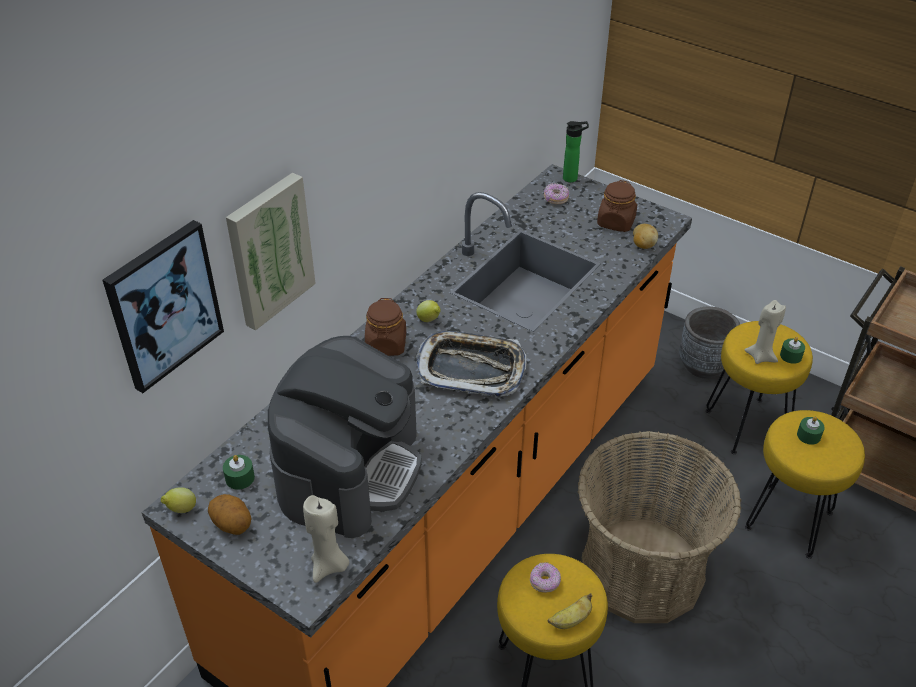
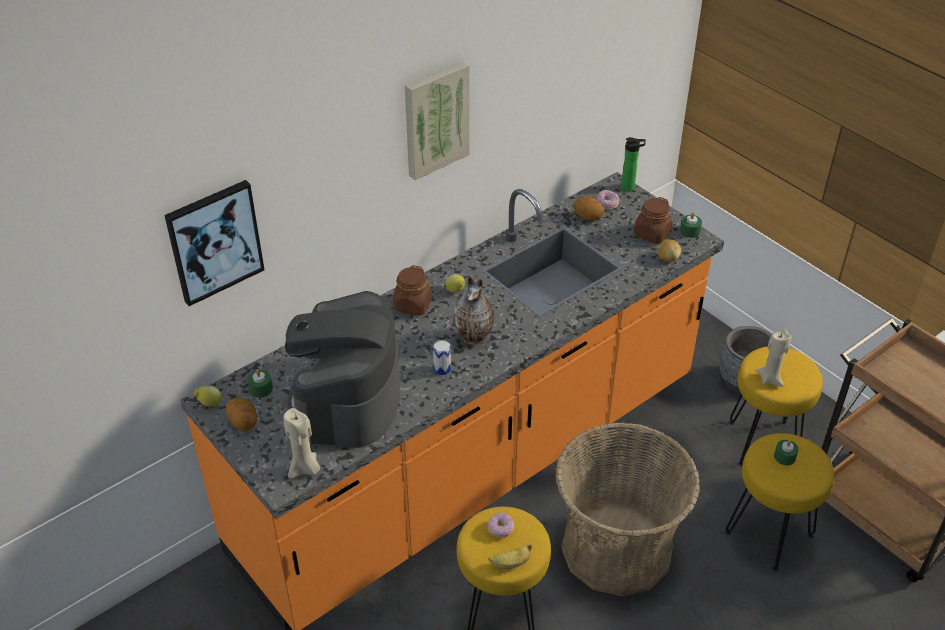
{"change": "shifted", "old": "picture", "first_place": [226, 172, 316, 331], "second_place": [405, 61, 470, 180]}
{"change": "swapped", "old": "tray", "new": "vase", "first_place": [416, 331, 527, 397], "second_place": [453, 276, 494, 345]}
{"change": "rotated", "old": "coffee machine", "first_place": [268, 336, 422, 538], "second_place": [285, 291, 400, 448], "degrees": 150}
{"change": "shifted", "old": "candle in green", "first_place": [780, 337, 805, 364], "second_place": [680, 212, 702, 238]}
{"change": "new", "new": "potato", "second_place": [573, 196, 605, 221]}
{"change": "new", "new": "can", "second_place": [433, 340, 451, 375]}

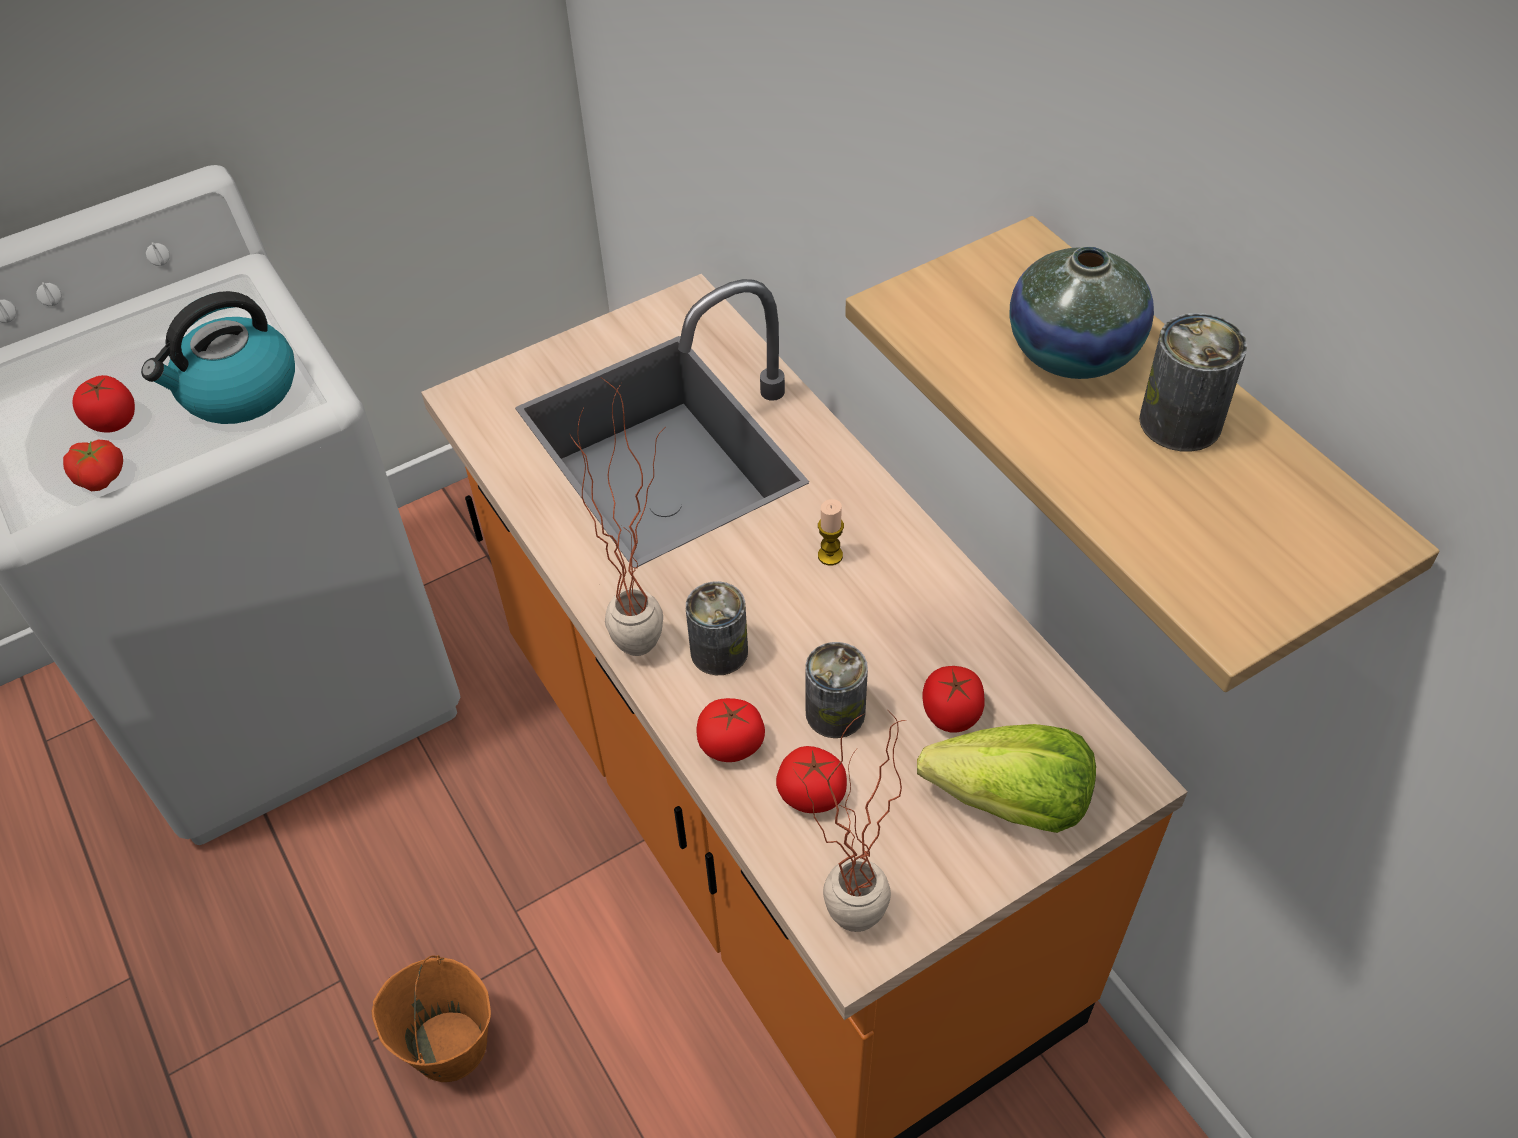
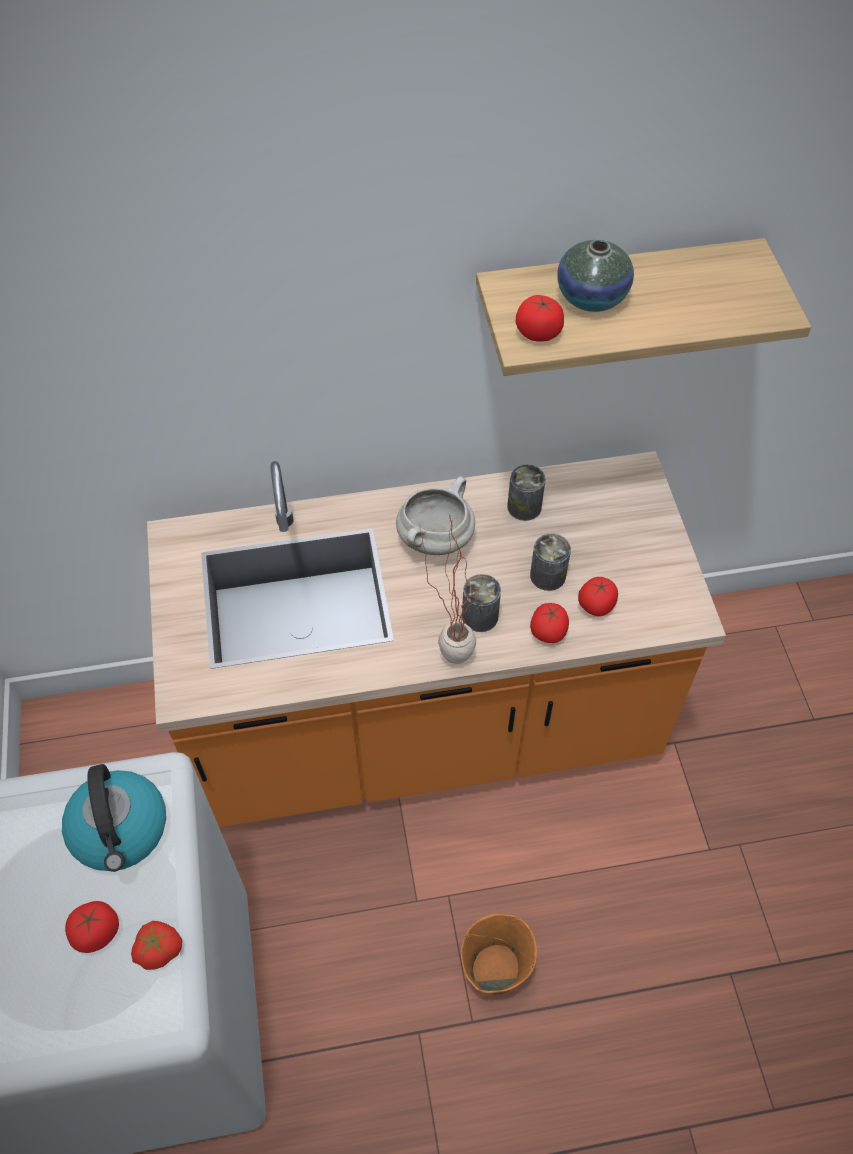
{"change": "shifted", "old": "can", "first_place": [1139, 313, 1247, 452], "second_place": [507, 465, 546, 521]}
{"change": "swapped", "old": "candle", "new": "cooking pot in white", "first_place": [818, 499, 844, 565], "second_place": [396, 476, 475, 555]}
{"change": "shifted", "old": "tomato", "first_place": [923, 666, 985, 733], "second_place": [516, 295, 564, 342]}
{"change": "gone", "old": "potted plant", "first_place": [792, 711, 906, 932]}
{"change": "gone", "old": "lettuce", "first_place": [917, 724, 1096, 833]}

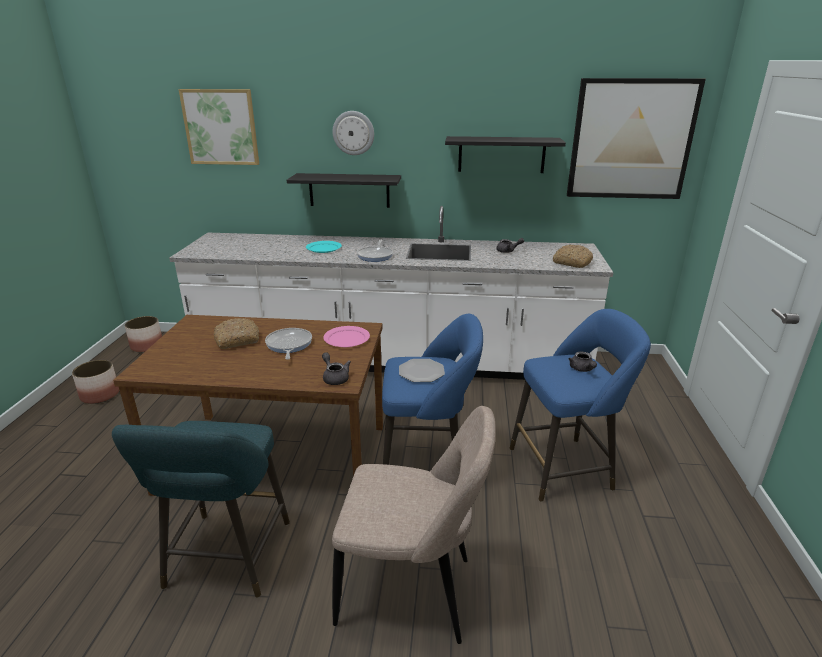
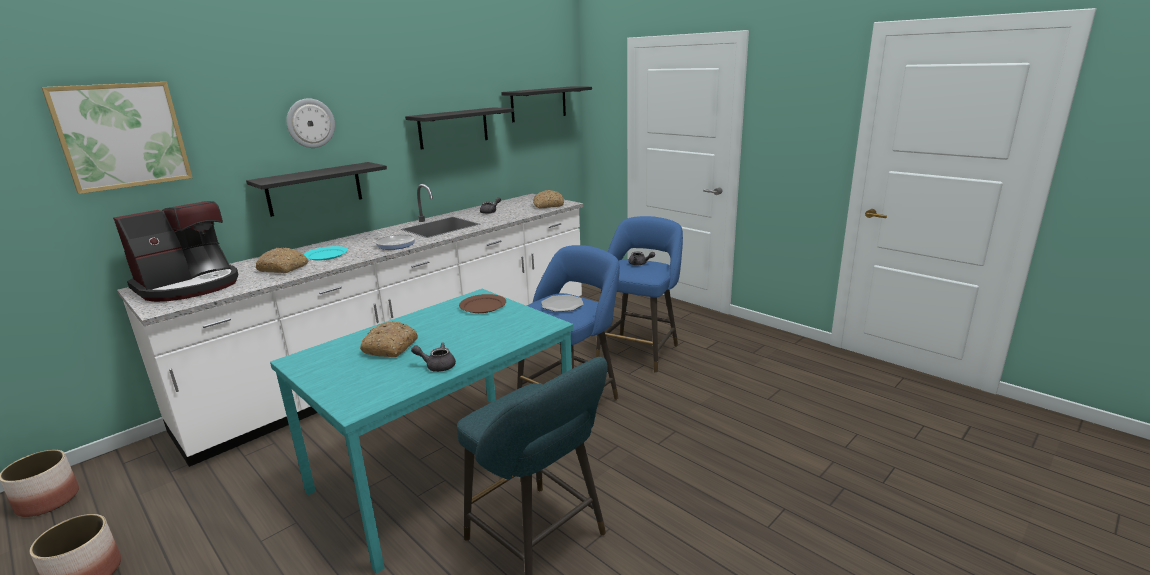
{"change": "swapped", "old": "picture", "new": "shelf in black", "first_place": [567, 78, 706, 199], "second_place": [501, 86, 592, 122]}
{"change": "repainted", "old": "dining table in brown", "new": "dining table in turquoise", "first_place": [113, 315, 383, 496], "second_place": [270, 289, 573, 574]}
{"change": "repainted", "old": "plate in pink", "new": "plate in brown", "first_place": [323, 326, 370, 347], "second_place": [459, 294, 506, 313]}
{"change": "gone", "old": "frying pan", "first_place": [265, 328, 312, 360]}
{"change": "shifted", "old": "teapot in grey", "first_place": [322, 352, 351, 385], "second_place": [411, 342, 456, 372]}
{"change": "gone", "old": "chair in beige", "first_place": [332, 406, 496, 644]}
{"change": "new", "new": "coffee machine", "second_place": [113, 201, 239, 302]}
{"change": "new", "new": "bread", "second_place": [255, 248, 309, 273]}

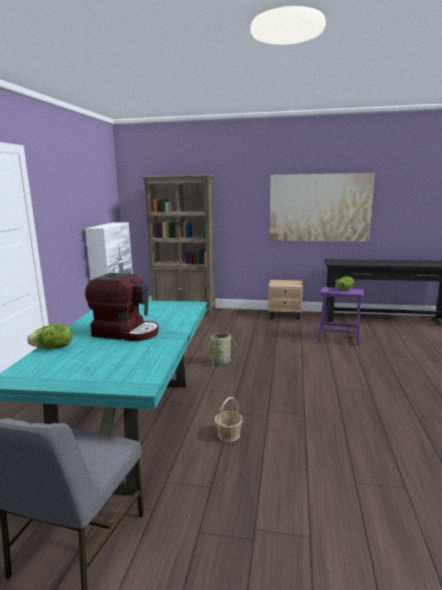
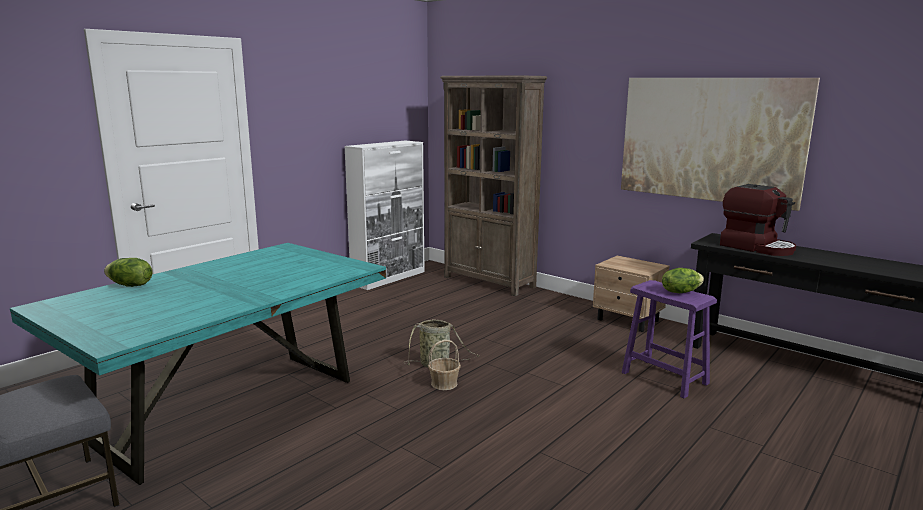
{"change": "shifted", "old": "coffee machine", "first_place": [85, 273, 159, 341], "second_place": [720, 184, 796, 256]}
{"change": "shifted", "old": "basket", "first_place": [215, 397, 243, 442], "second_place": [428, 340, 461, 390]}

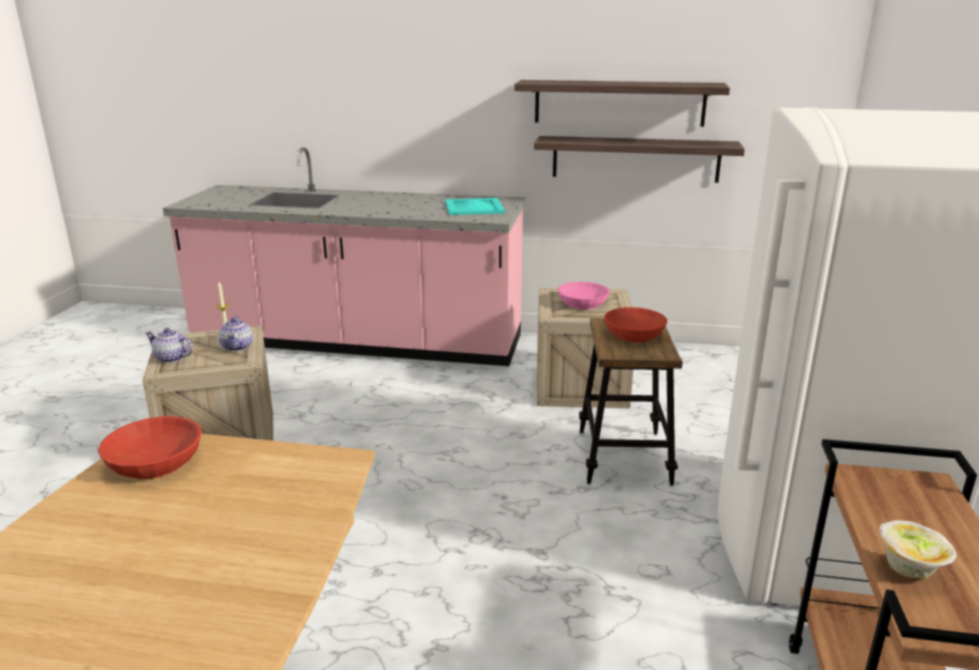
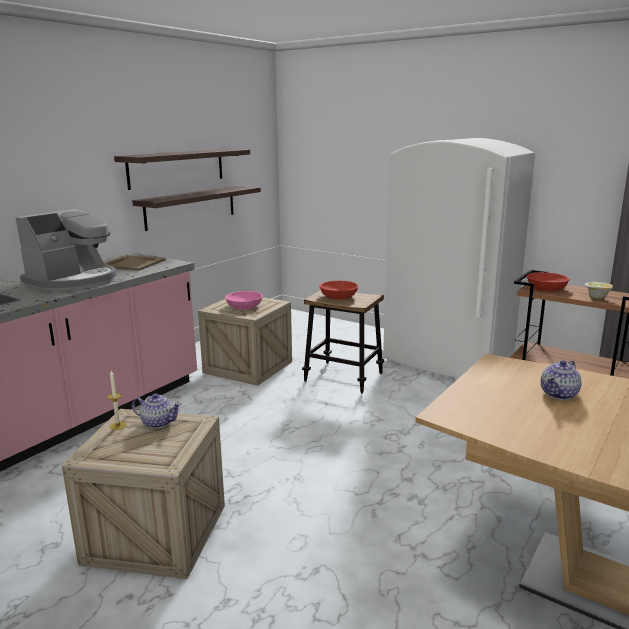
{"change": "repainted", "old": "tray in turquoise", "new": "tray in beige", "first_place": [445, 198, 505, 215], "second_place": [105, 255, 166, 271]}
{"change": "shifted", "old": "teapot", "first_place": [145, 328, 193, 363], "second_place": [541, 360, 582, 400]}
{"change": "shifted", "old": "bowl in red", "first_place": [98, 416, 202, 479], "second_place": [527, 272, 570, 292]}
{"change": "new", "new": "coffee machine", "second_place": [15, 209, 117, 292]}

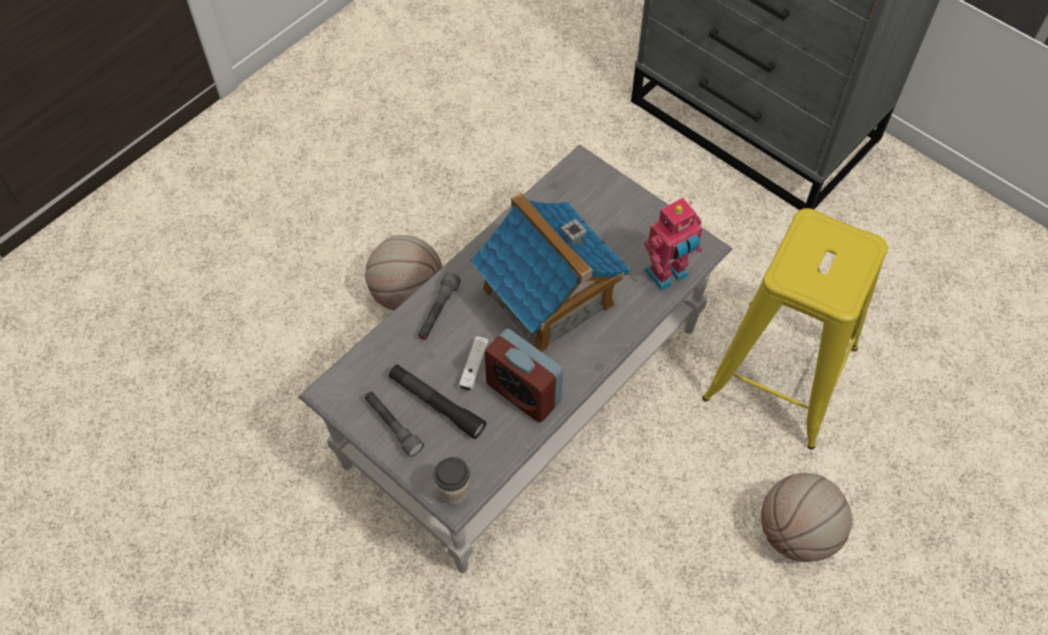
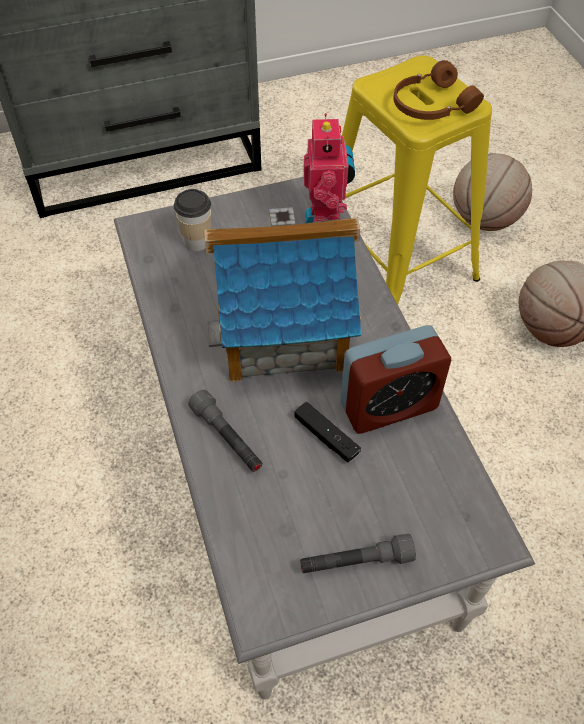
{"change": "shifted", "old": "basketball", "first_place": [365, 235, 442, 311], "second_place": [453, 153, 532, 231]}
{"change": "repainted", "old": "game controller in white", "new": "game controller in black", "first_place": [459, 336, 489, 391], "second_place": [294, 402, 361, 463]}
{"change": "gone", "old": "flashlight in black", "first_place": [389, 364, 486, 439]}
{"change": "shifted", "old": "cup", "first_place": [434, 457, 470, 505], "second_place": [174, 189, 211, 251]}
{"change": "new", "new": "headphones in brown", "second_place": [393, 60, 484, 120]}

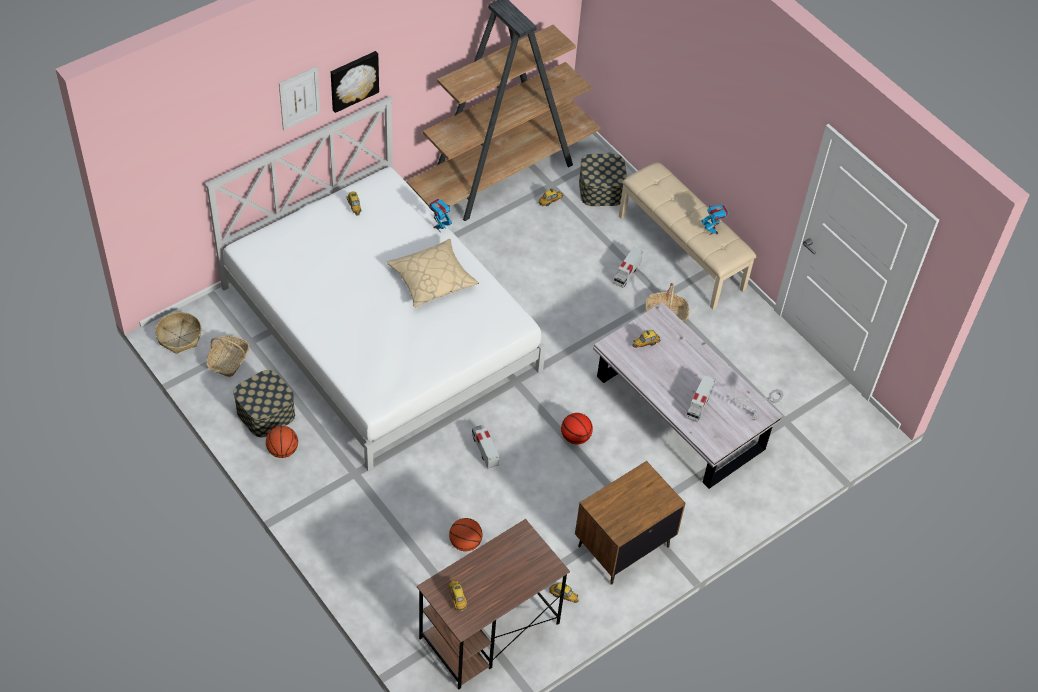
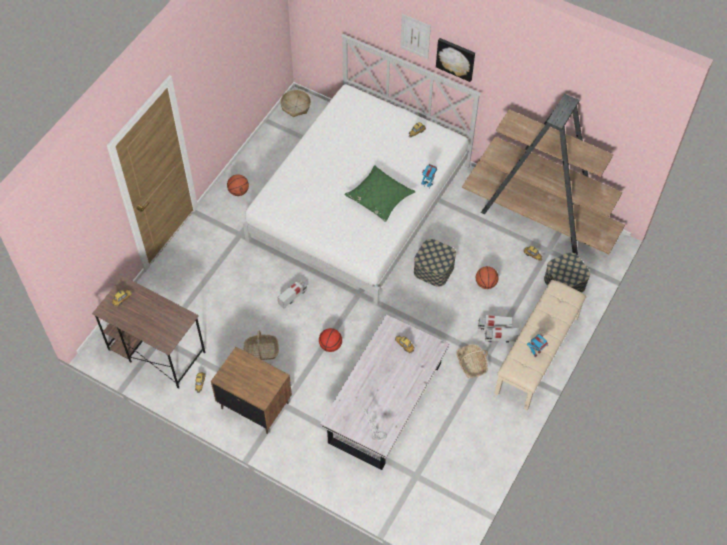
{"change": "repainted", "old": "pillow in beige", "new": "pillow in green", "first_place": [386, 239, 479, 308], "second_place": [344, 165, 416, 222]}
{"change": "shifted", "old": "basket", "first_place": [207, 335, 249, 377], "second_place": [244, 331, 279, 360]}
{"change": "shifted", "old": "storage box", "first_place": [233, 370, 295, 437], "second_place": [414, 239, 456, 287]}
{"change": "shifted", "old": "toy truck", "first_place": [686, 375, 715, 422], "second_place": [485, 327, 519, 343]}
{"change": "shifted", "old": "basketball", "first_place": [449, 518, 483, 552], "second_place": [476, 266, 499, 289]}

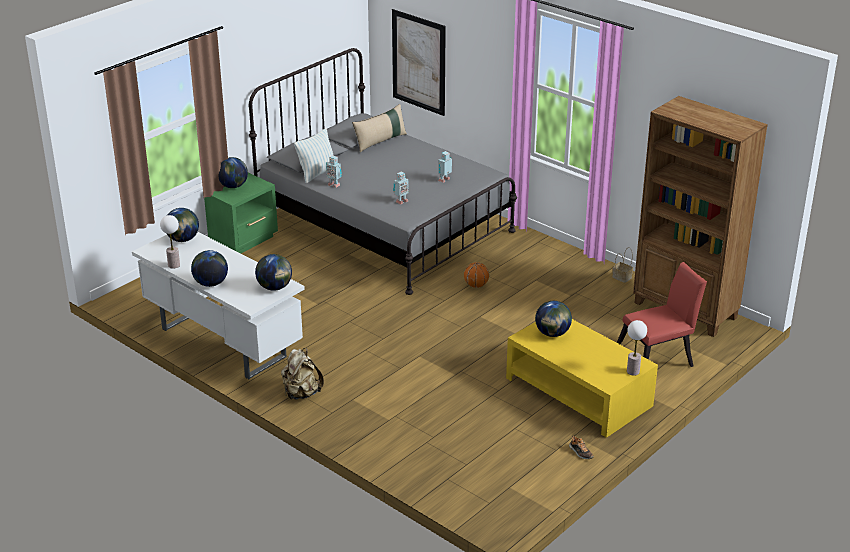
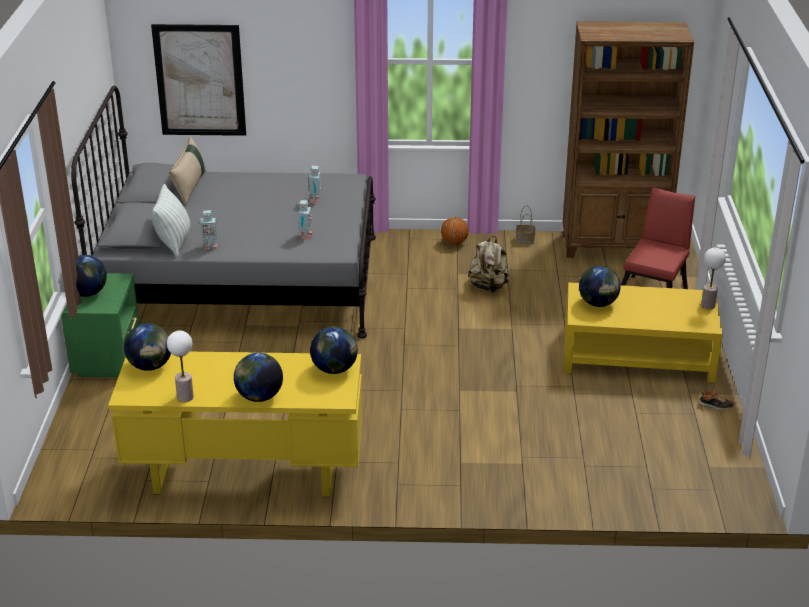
{"change": "repainted", "old": "desk in white", "new": "desk in yellow", "first_place": [132, 232, 305, 379], "second_place": [108, 352, 362, 497]}
{"change": "shifted", "old": "basketball", "first_place": [464, 262, 489, 288], "second_place": [441, 217, 469, 245]}
{"change": "shifted", "old": "backpack in beige", "first_place": [281, 348, 324, 399], "second_place": [468, 236, 510, 293]}

